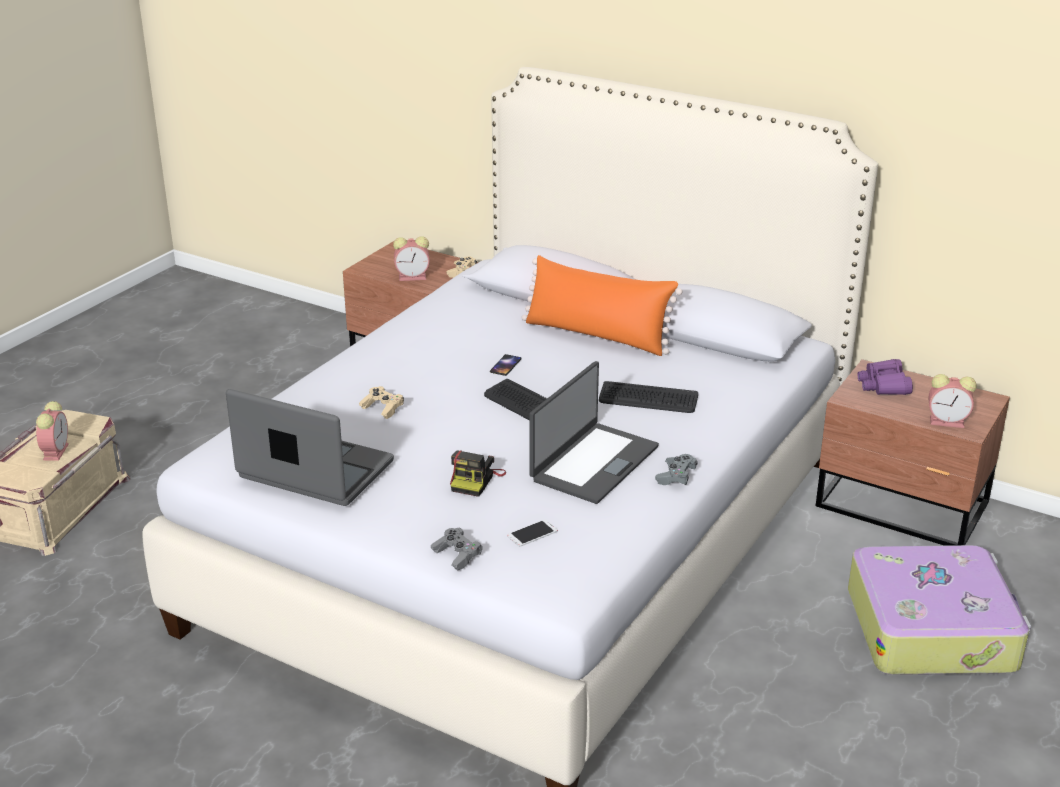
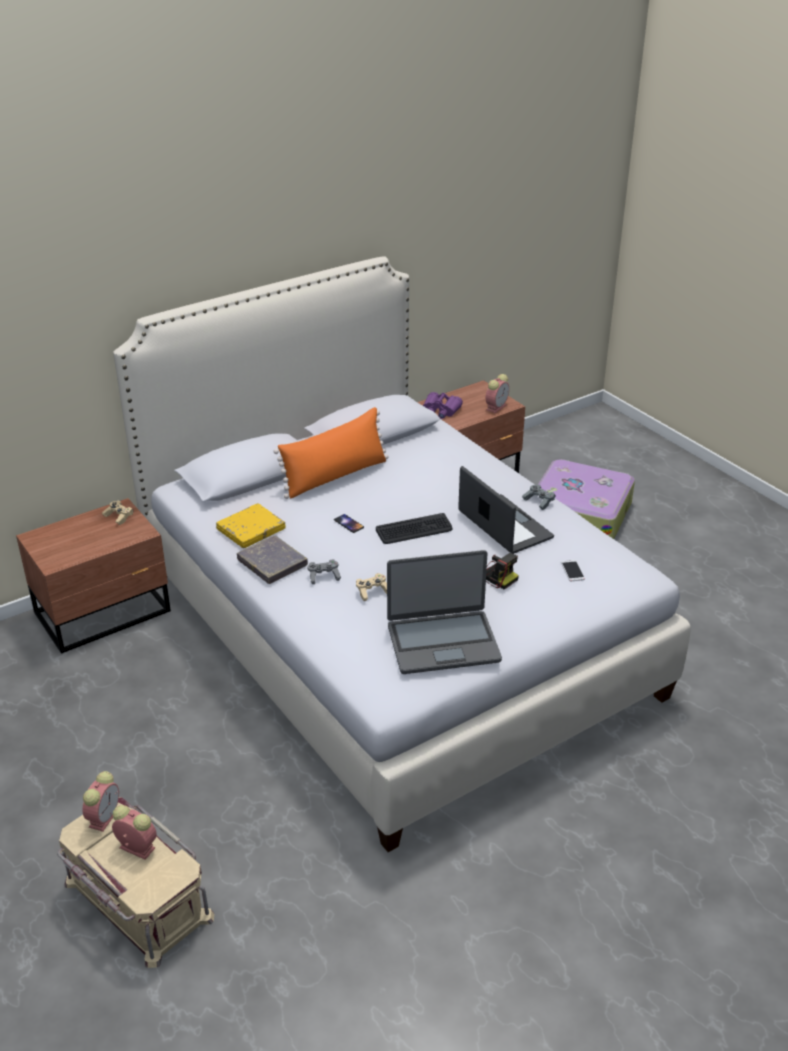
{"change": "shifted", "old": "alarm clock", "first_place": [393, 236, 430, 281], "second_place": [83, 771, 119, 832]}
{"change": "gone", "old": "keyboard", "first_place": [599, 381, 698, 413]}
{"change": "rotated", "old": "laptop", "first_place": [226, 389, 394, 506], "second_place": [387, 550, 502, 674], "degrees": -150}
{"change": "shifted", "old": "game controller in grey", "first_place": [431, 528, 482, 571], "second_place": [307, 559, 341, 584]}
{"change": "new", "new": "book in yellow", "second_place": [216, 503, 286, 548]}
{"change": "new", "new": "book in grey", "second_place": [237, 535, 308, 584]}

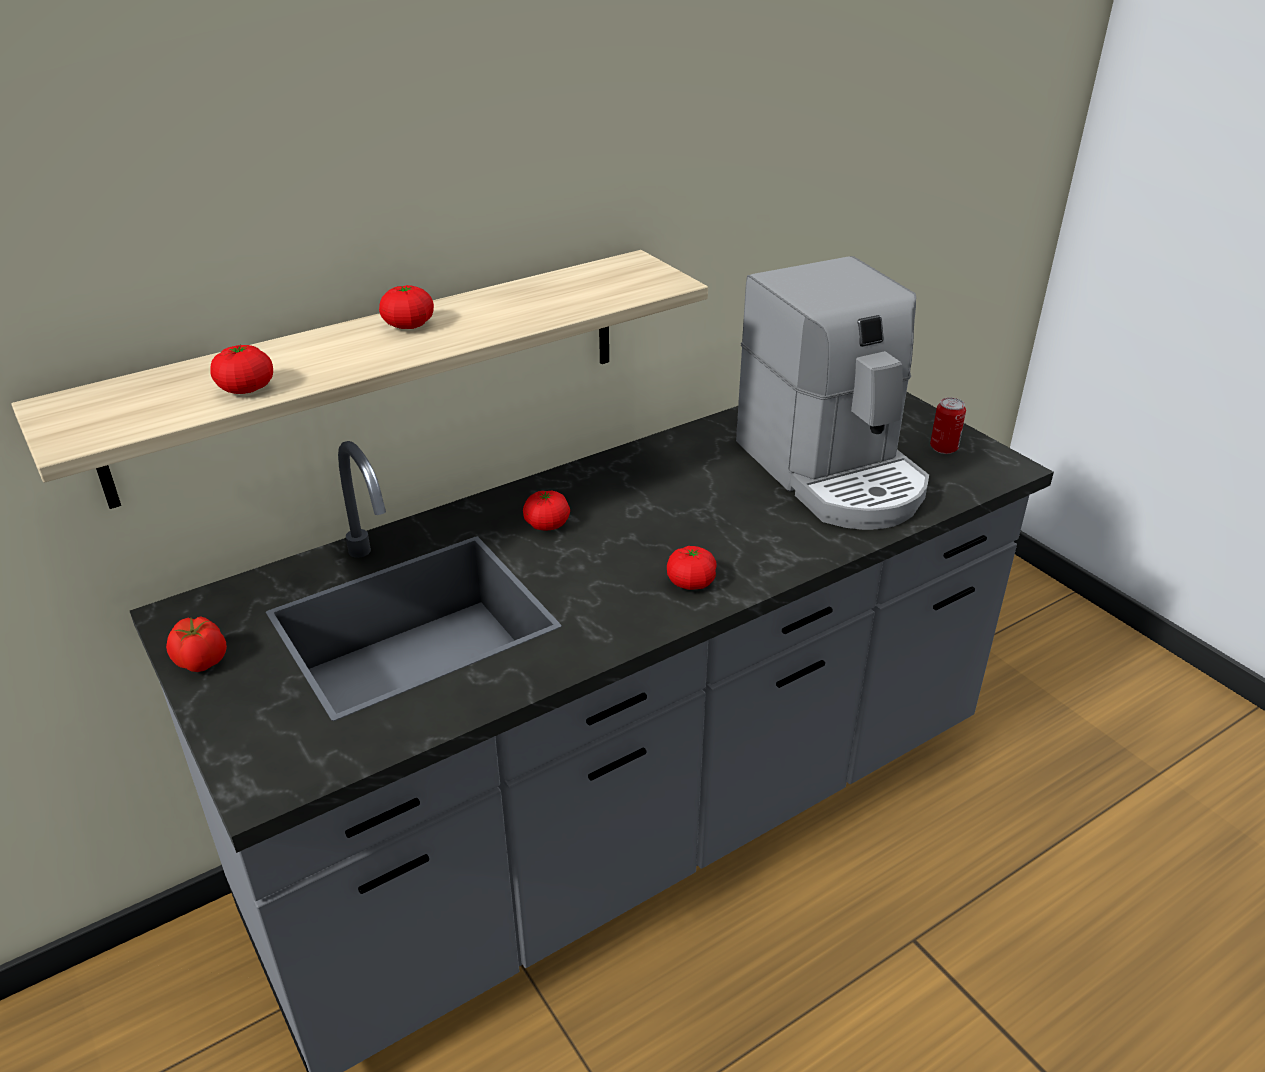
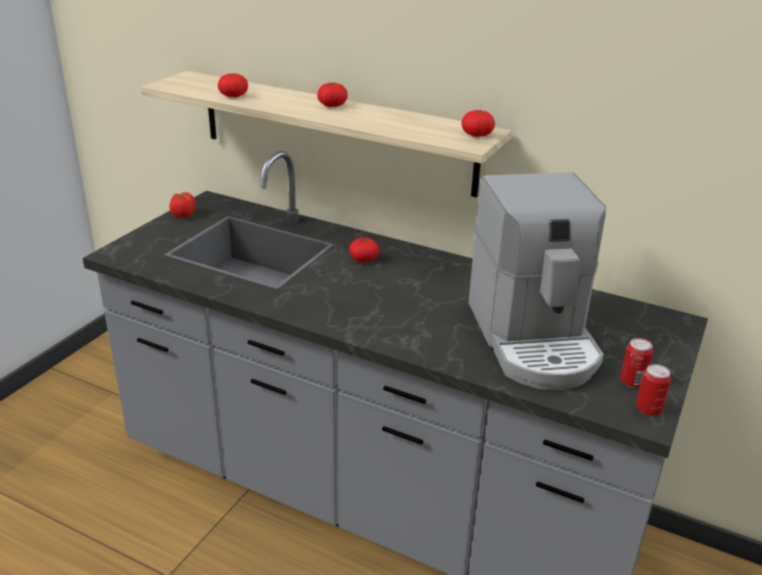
{"change": "rotated", "old": "coffee machine", "first_place": [736, 256, 929, 530], "second_place": [468, 172, 606, 390], "degrees": -45}
{"change": "shifted", "old": "tomato", "first_place": [667, 546, 717, 590], "second_place": [462, 110, 495, 137]}
{"change": "new", "new": "can", "second_place": [636, 364, 671, 416]}

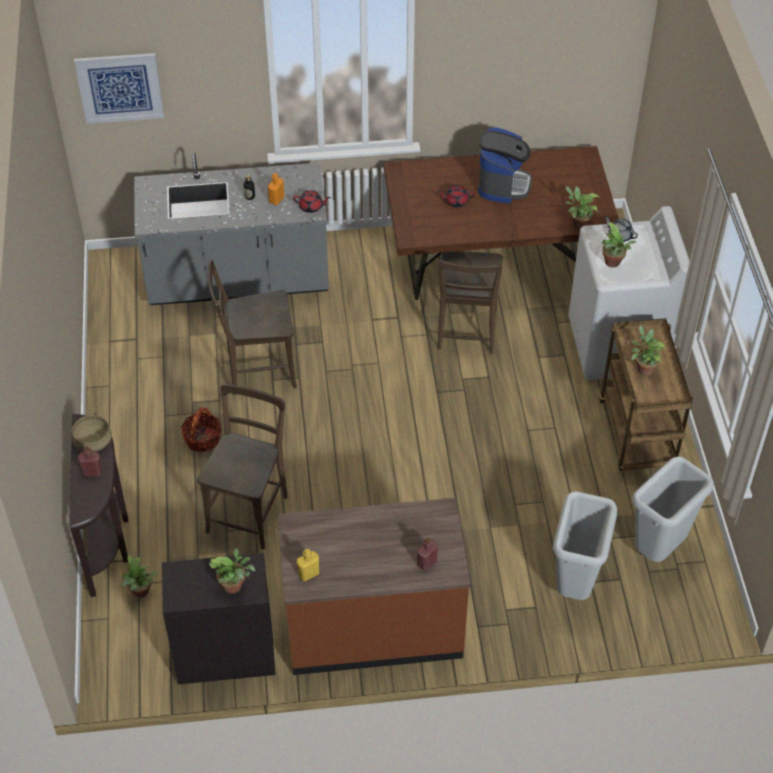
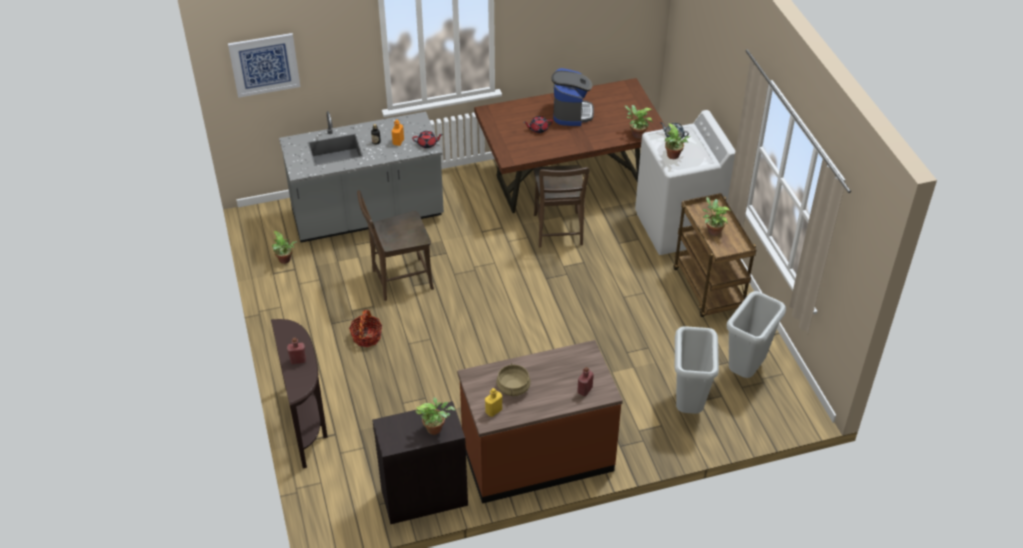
{"change": "gone", "old": "chair in brown", "first_place": [197, 384, 288, 549]}
{"change": "shifted", "old": "cooking pot in beige", "first_place": [72, 413, 112, 452], "second_place": [496, 363, 531, 396]}
{"change": "shifted", "old": "potted plant", "first_place": [122, 554, 159, 598], "second_place": [272, 231, 298, 264]}

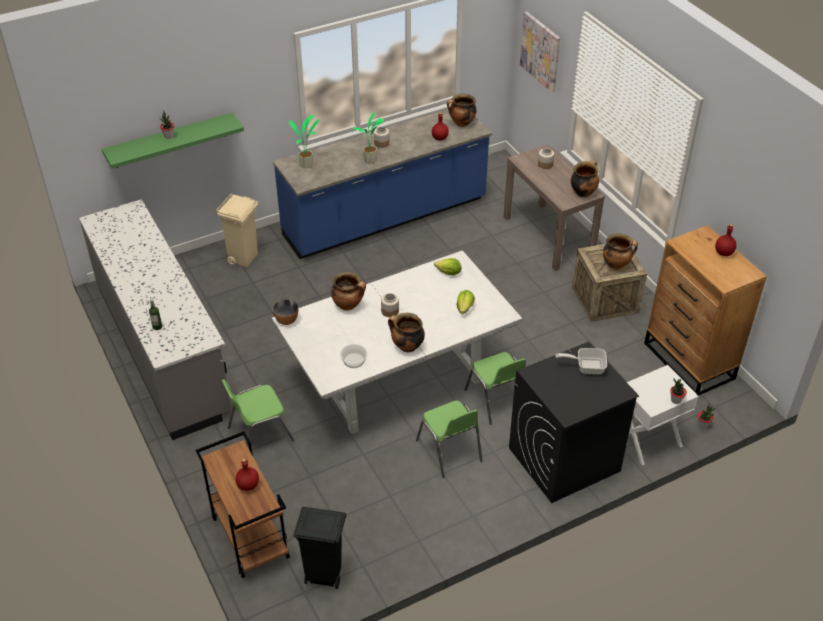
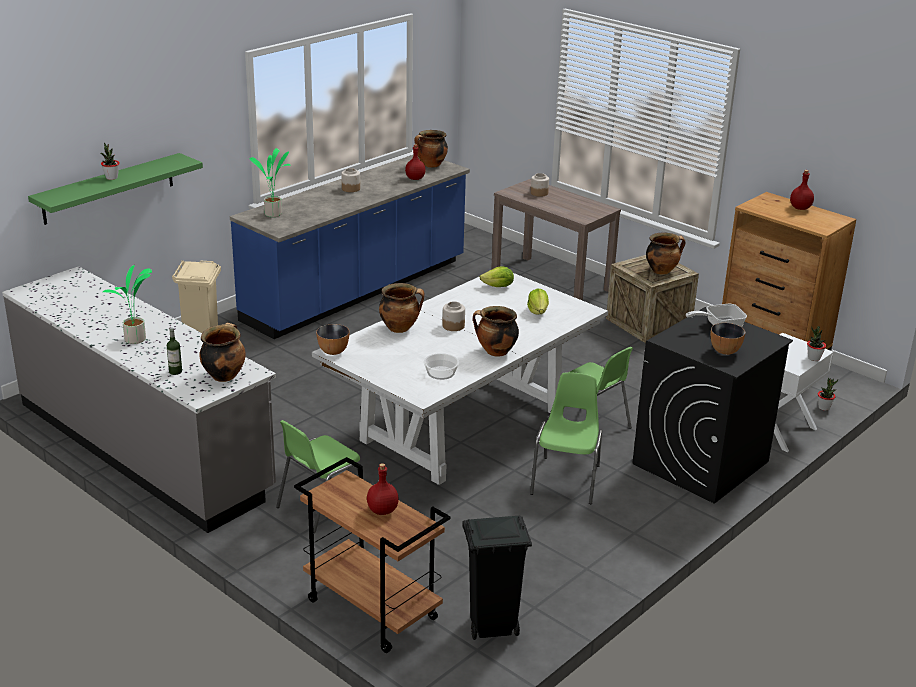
{"change": "gone", "old": "picture", "first_place": [520, 12, 560, 92]}
{"change": "shifted", "old": "potted plant", "first_place": [352, 112, 384, 163], "second_place": [103, 265, 152, 344]}
{"change": "shifted", "old": "cooking pot", "first_place": [571, 160, 599, 197], "second_place": [200, 323, 246, 382]}
{"change": "rotated", "old": "chair in green", "first_place": [416, 401, 482, 478], "second_place": [530, 372, 602, 504], "degrees": -120}
{"change": "new", "new": "bowl", "second_place": [711, 323, 745, 355]}

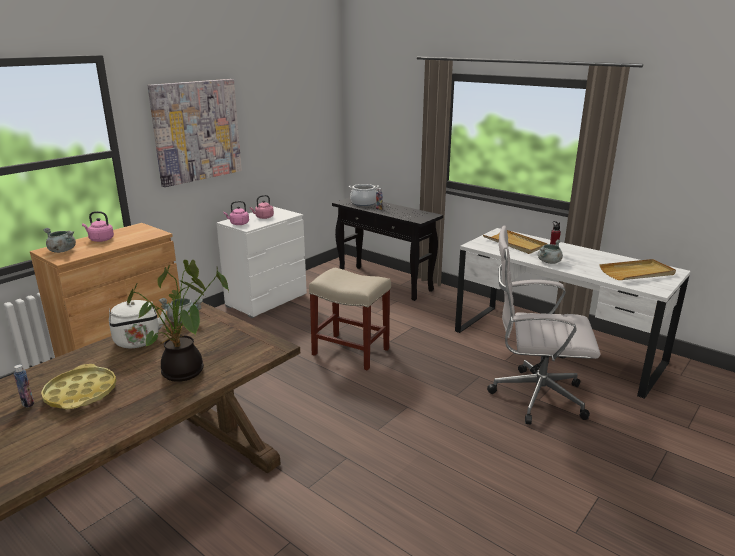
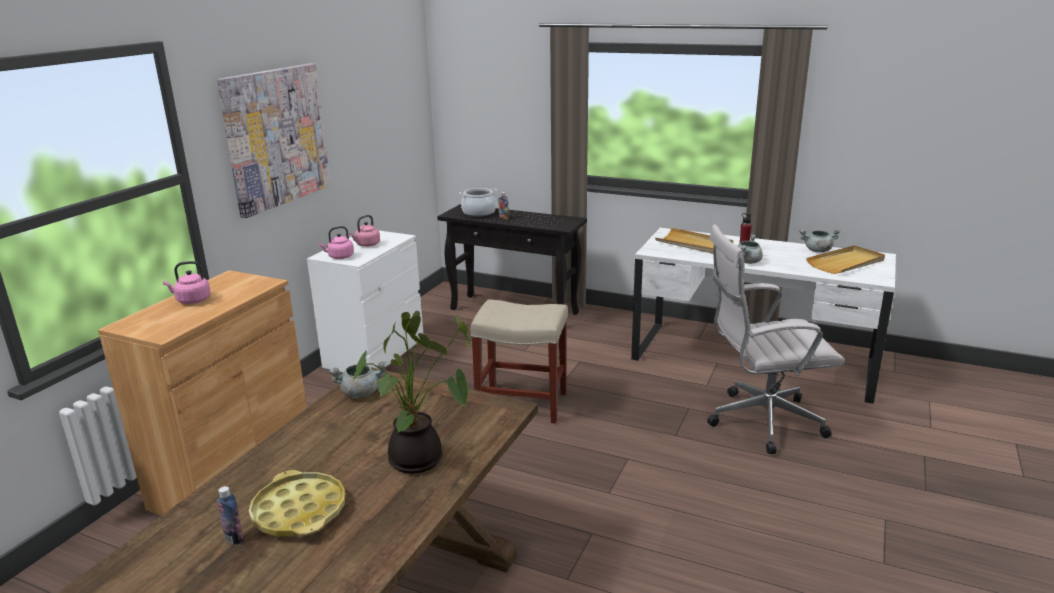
{"change": "shifted", "old": "cooking pot in grey", "first_place": [43, 228, 76, 253], "second_place": [799, 229, 841, 253]}
{"change": "gone", "old": "kettle in white", "first_place": [109, 300, 167, 348]}

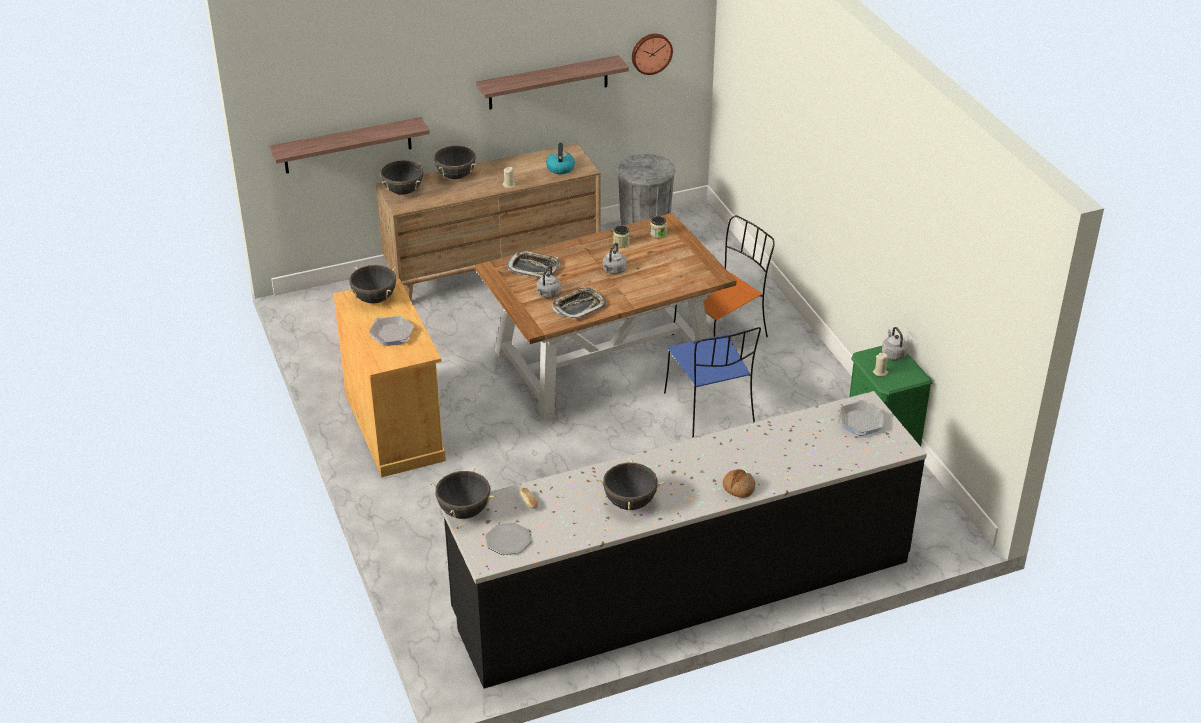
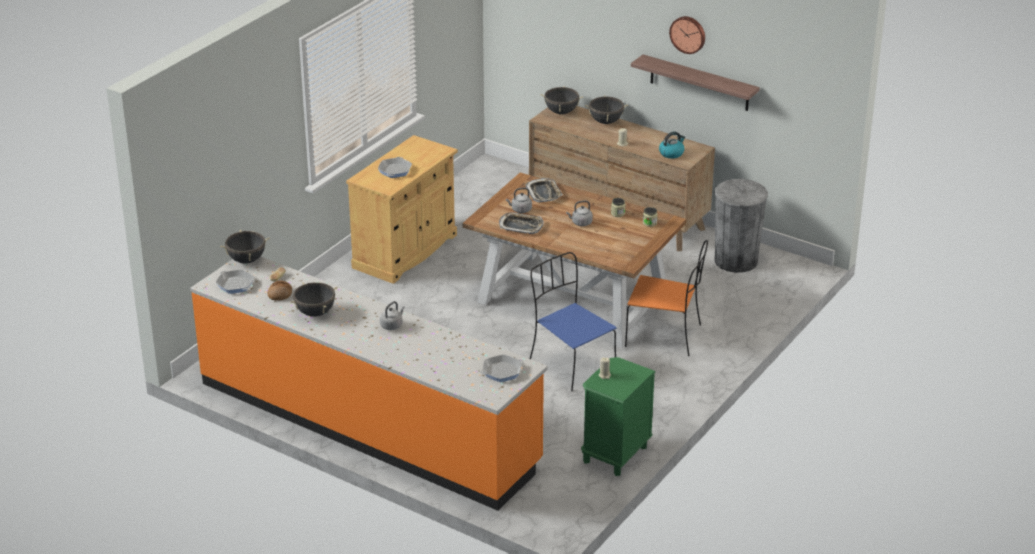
{"change": "shifted", "old": "wall clock", "first_place": [632, 34, 673, 75], "second_place": [669, 16, 705, 54]}
{"change": "gone", "old": "shelf", "first_place": [269, 117, 430, 174]}
{"change": "gone", "old": "cooking pot in black", "first_place": [349, 265, 396, 304]}
{"change": "rotated", "old": "chair in blue", "first_place": [664, 327, 761, 437], "second_place": [530, 252, 617, 391], "degrees": 105}
{"change": "shifted", "old": "kettle in grey", "first_place": [882, 327, 908, 360], "second_place": [380, 301, 405, 330]}
{"change": "repainted", "old": "counter in black", "new": "counter in orange", "first_place": [441, 391, 927, 688], "second_place": [190, 256, 548, 511]}
{"change": "shifted", "old": "bread", "first_place": [723, 469, 755, 498], "second_place": [267, 281, 292, 300]}
{"change": "swapped", "old": "plate", "new": "frying pan", "first_place": [485, 523, 531, 555], "second_place": [216, 269, 254, 294]}

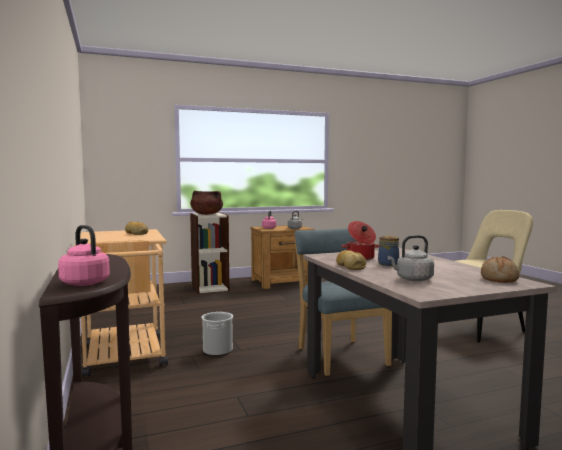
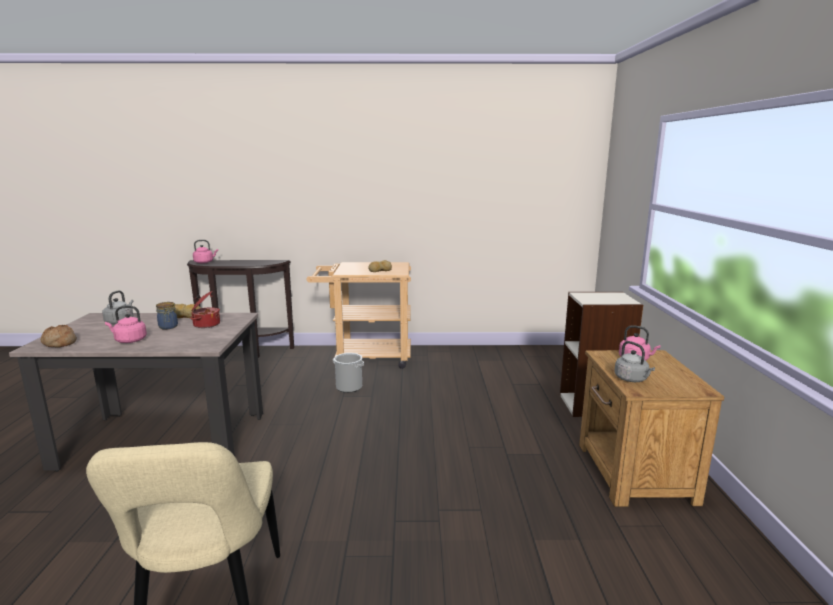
{"change": "gone", "old": "cooking pot in brown", "first_place": [190, 191, 223, 215]}
{"change": "gone", "old": "chair in blue", "first_place": [294, 228, 392, 376]}
{"change": "new", "new": "kettle in pink", "second_place": [105, 306, 147, 343]}

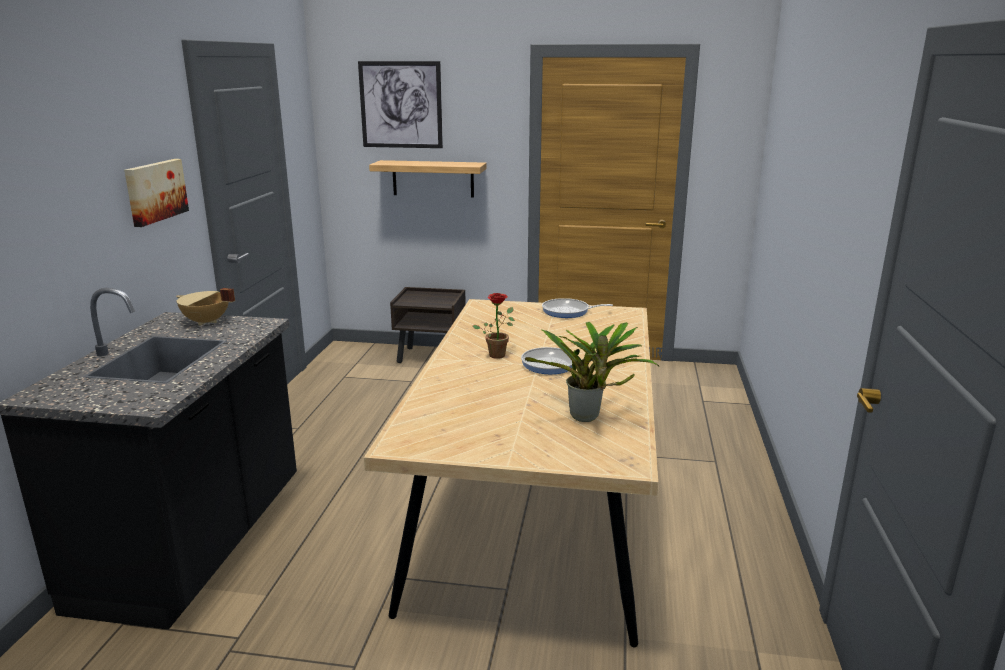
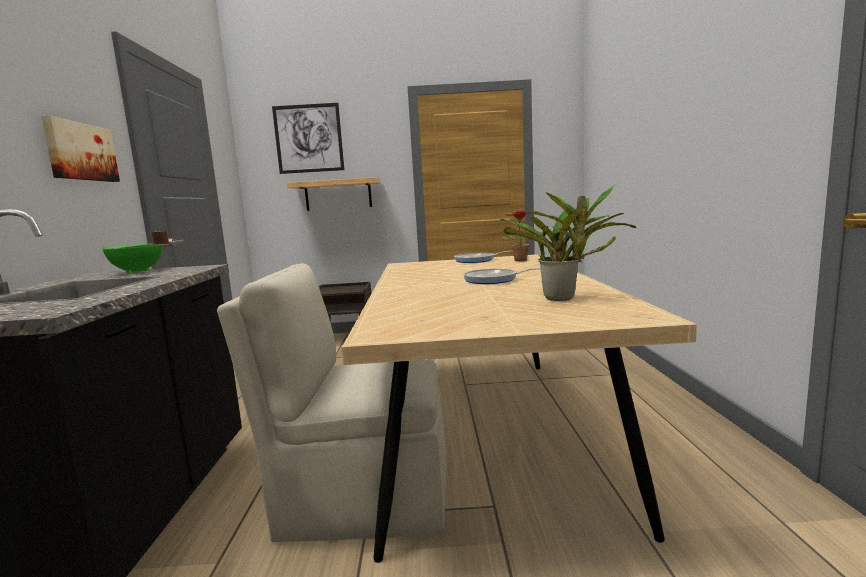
{"change": "repainted", "old": "cooking pot in beige", "new": "cooking pot in green", "first_place": [176, 288, 235, 326], "second_place": [102, 231, 169, 274]}
{"change": "shifted", "old": "potted plant", "first_place": [473, 293, 515, 359], "second_place": [502, 211, 530, 261]}
{"change": "new", "new": "chair in beige", "second_place": [217, 263, 446, 542]}

